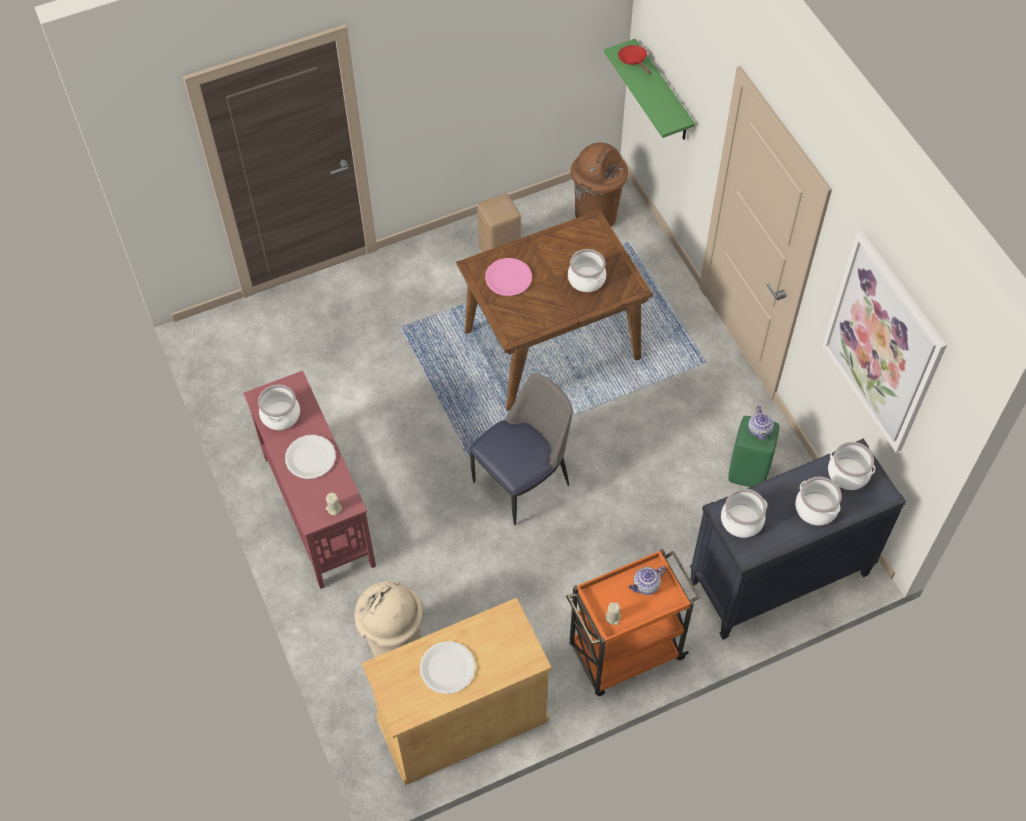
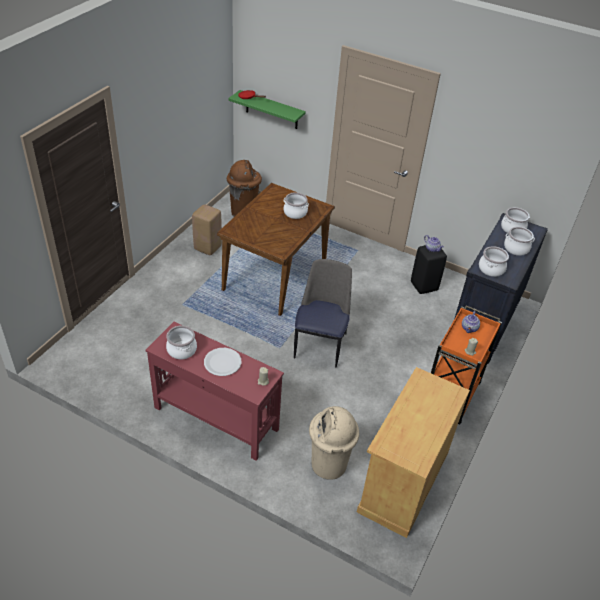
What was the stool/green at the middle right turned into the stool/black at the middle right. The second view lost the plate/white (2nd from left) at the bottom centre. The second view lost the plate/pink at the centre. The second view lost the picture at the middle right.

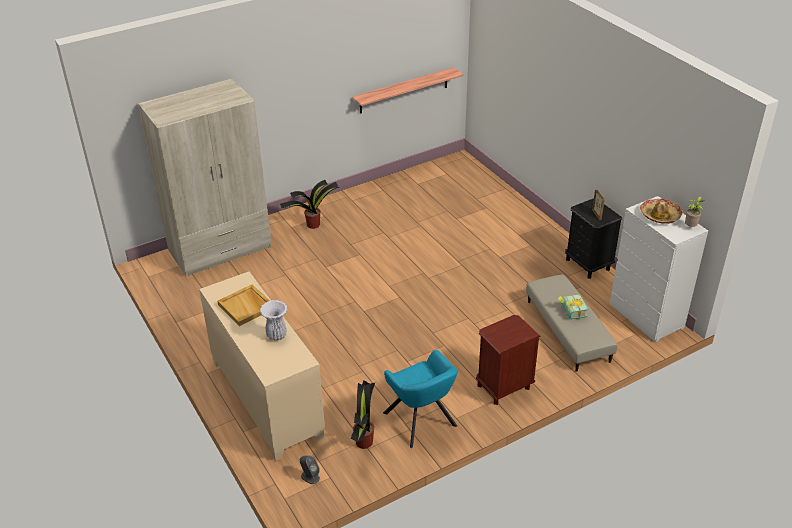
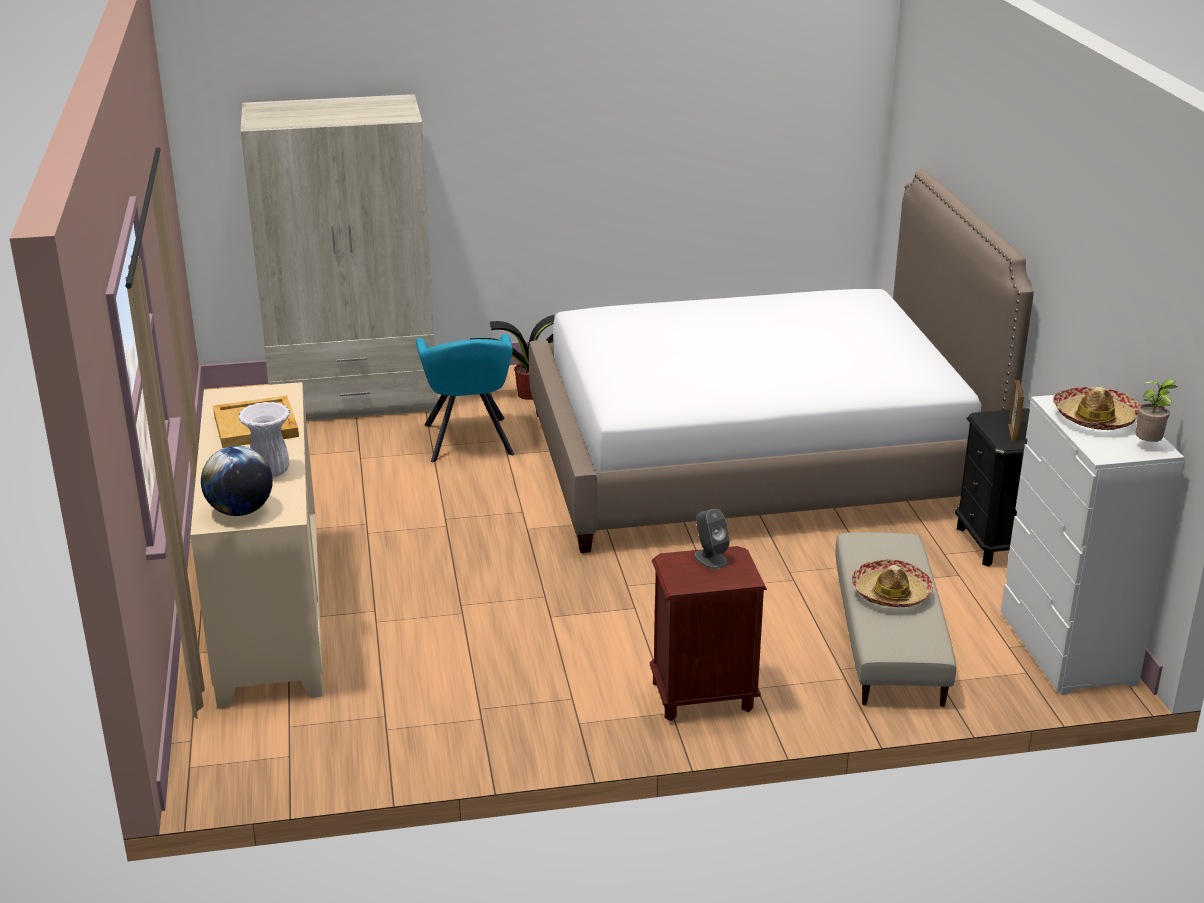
The second view gained the globe at the middle left. The armchair/turquoise ended up elsewhere, having gone from the bottom centre to the centre. The second view gained the bed at the centre. The speaker/grey ended up elsewhere, having gone from the bottom centre to the centre. Where the book stood at the middle right, the hat (1st from left) came to stand at the middle right. The second view lost the potted plant (2nd from left) at the bottom centre. The second view lost the shelf at the top centre.

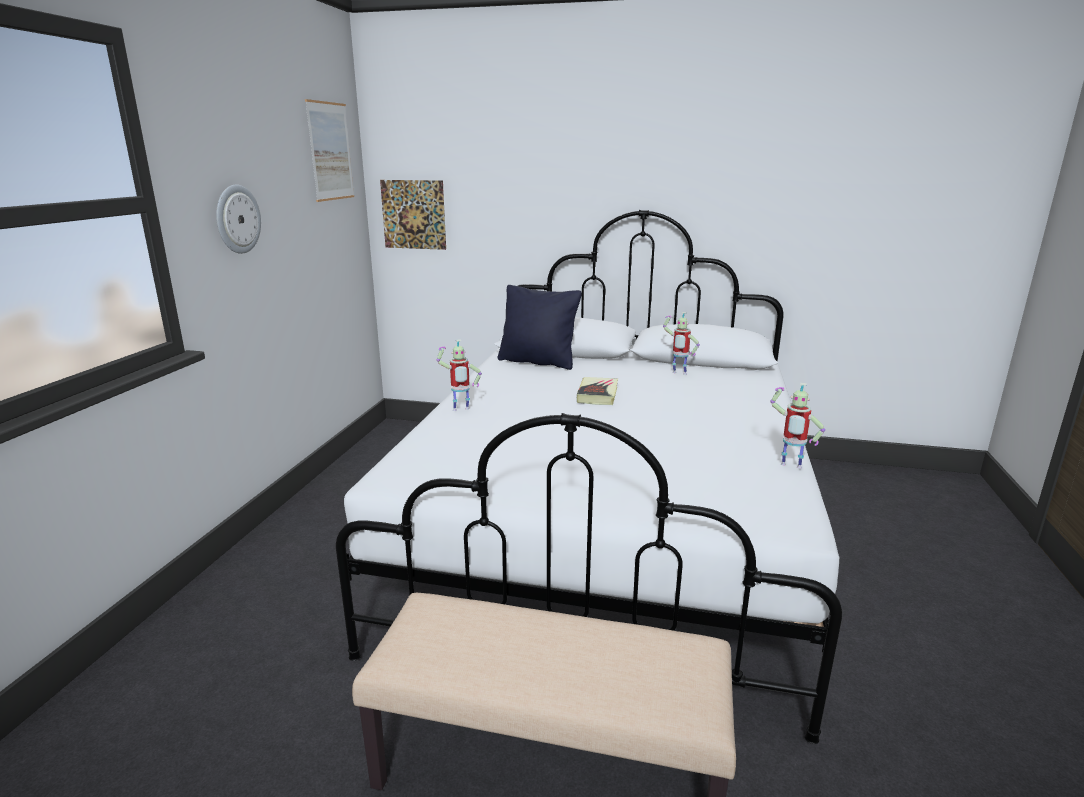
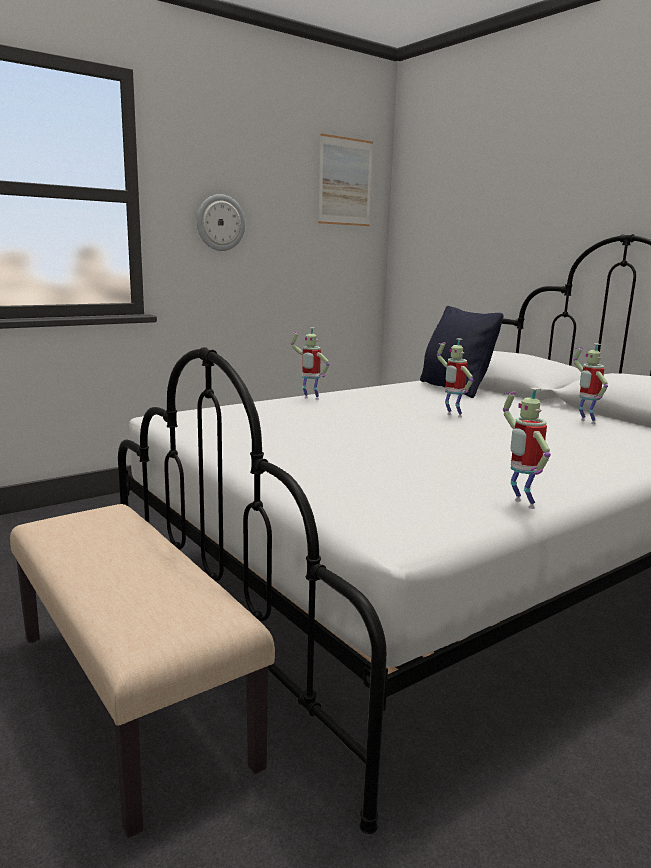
Where the book stood at the centre, the toy robot (2nd from left) came to stand at the middle right. The second view lost the picture (2nd from left) at the top centre.

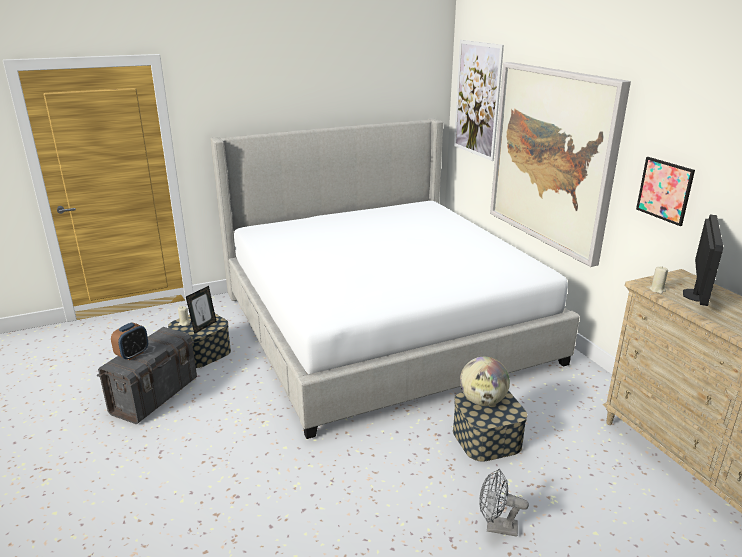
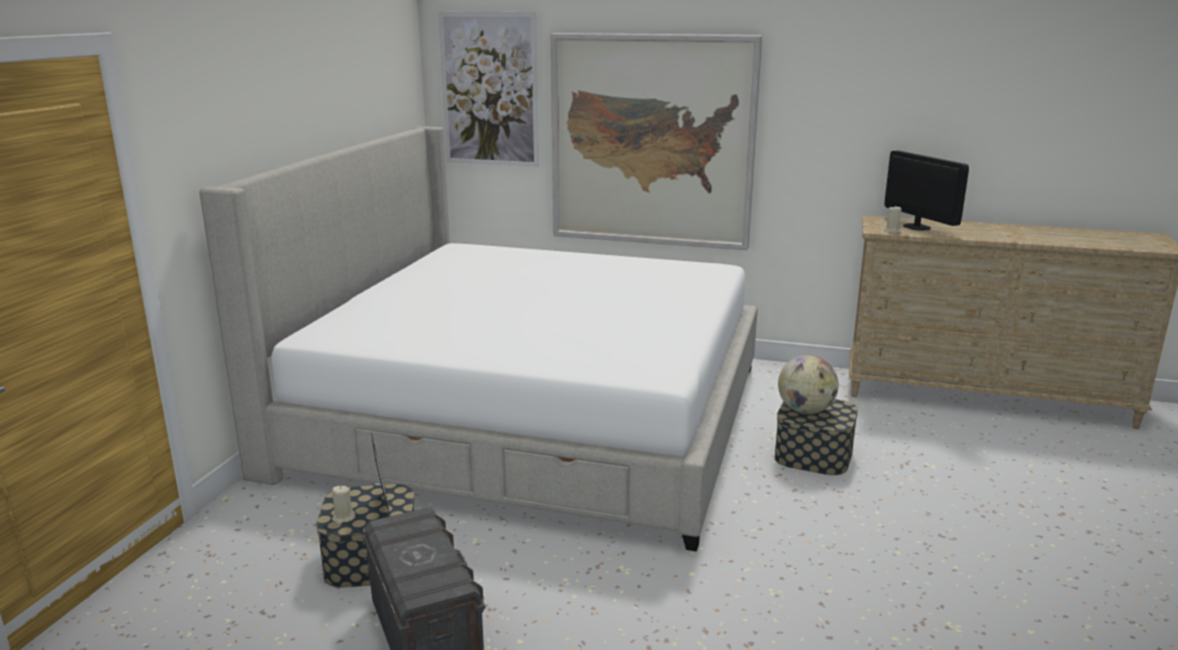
The second view lost the alarm clock at the middle left. The second view lost the fan/grey at the bottom right. The second view lost the picture (3rd from left) at the middle right.

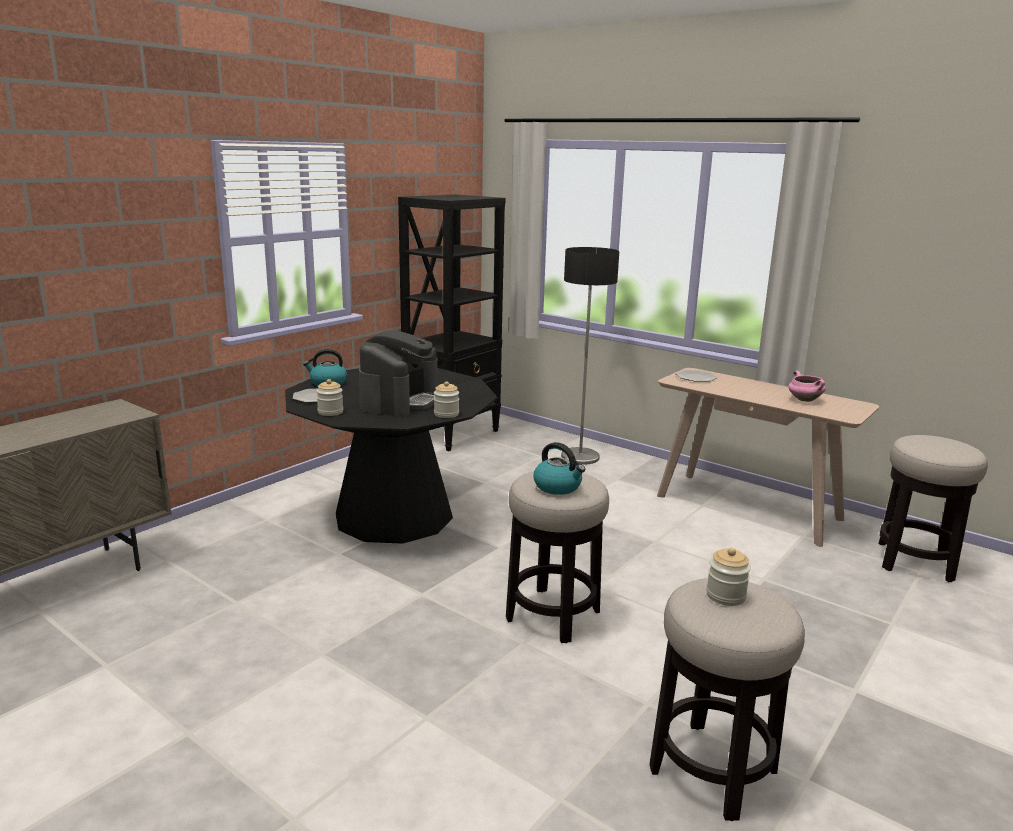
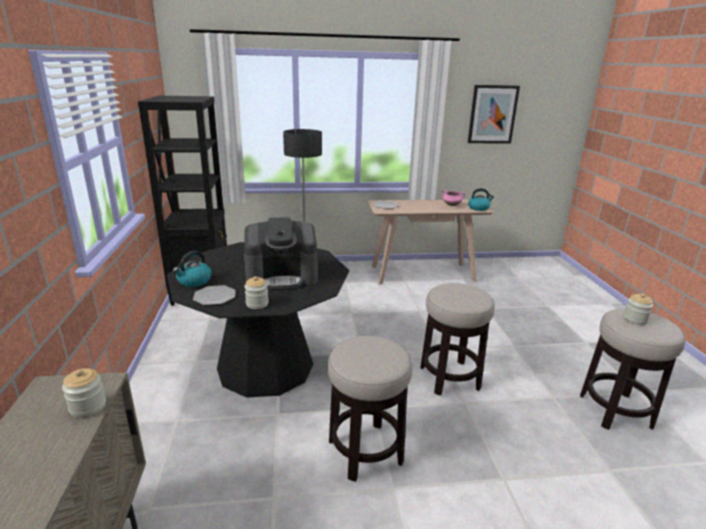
The jar (2nd from left in the first image) ended up elsewhere, having gone from the centre to the bottom left. The coffee machine at the centre ended up facing another way, 105 degrees clockwise from before. The stool (3rd from left in the first image) ended up elsewhere, having gone from the middle right to the bottom centre. The second view gained the picture at the top right. The kettle (2nd from left) ended up elsewhere, having gone from the centre to the middle right.

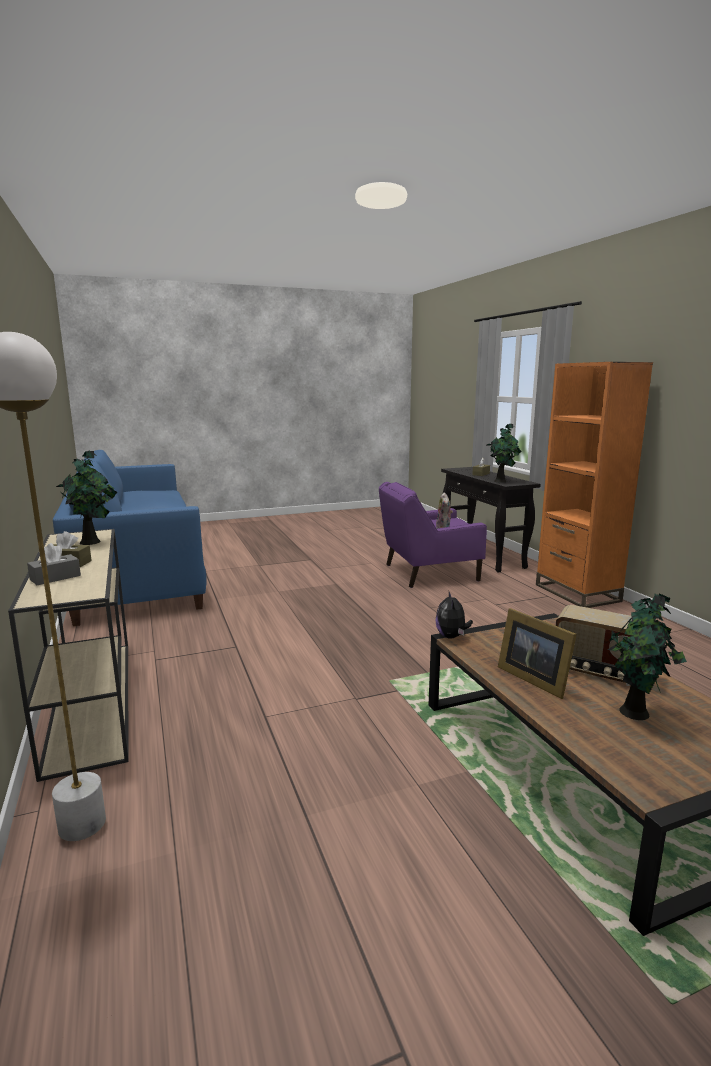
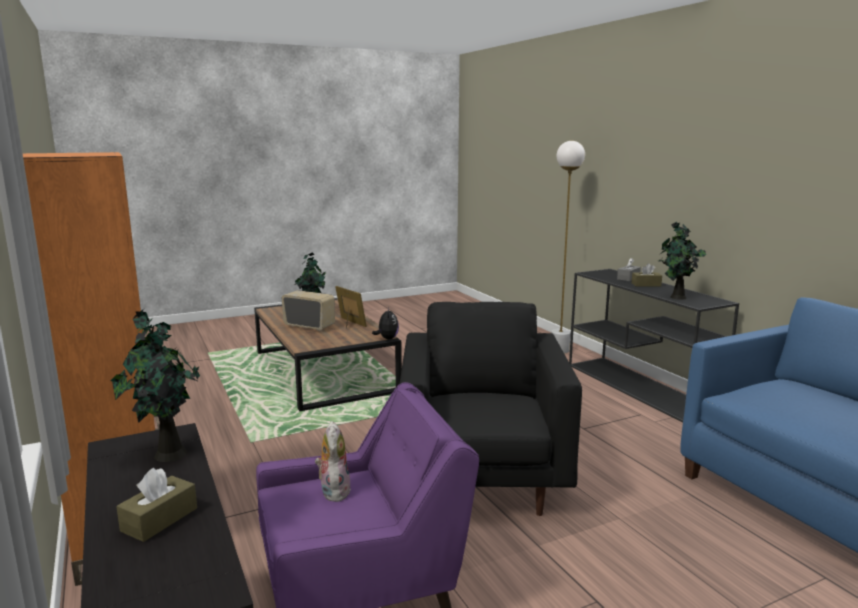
The second view gained the armchair/black at the bottom centre. What was the console table/beige at the middle left turned into the console table/black (2nd from left) at the middle right.

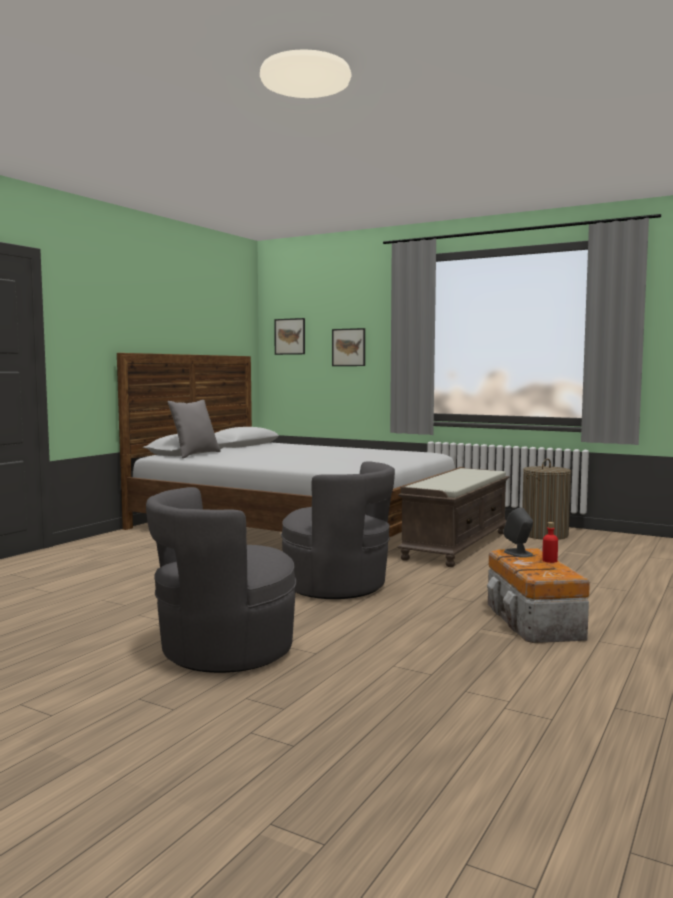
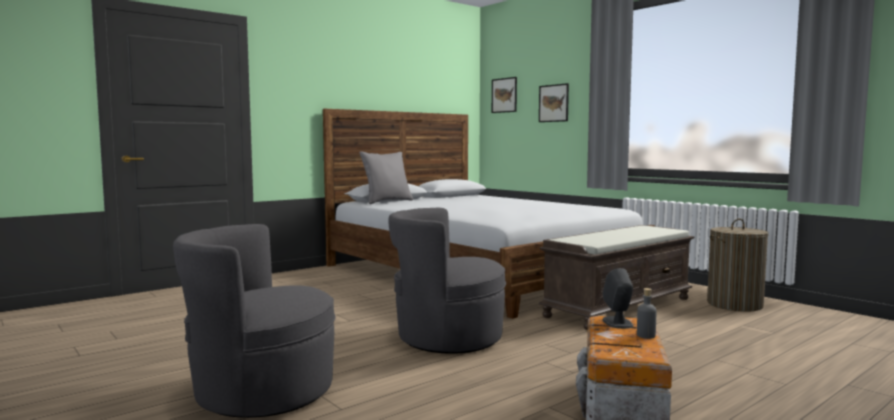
The armchair/grey (2nd from left) at the centre ended up facing another way, 135 degrees clockwise from before. What was the bottle/red at the middle right turned into the bottle/grey at the bottom right.

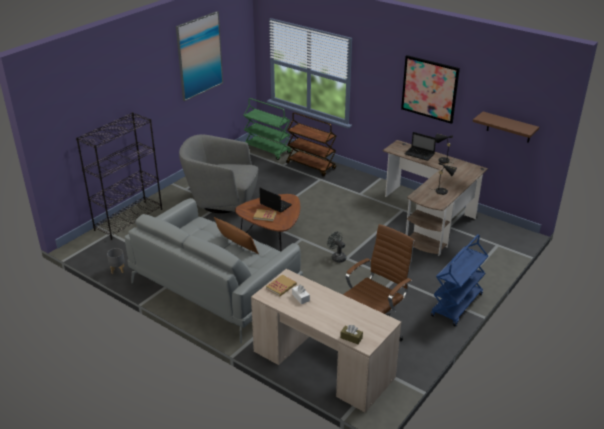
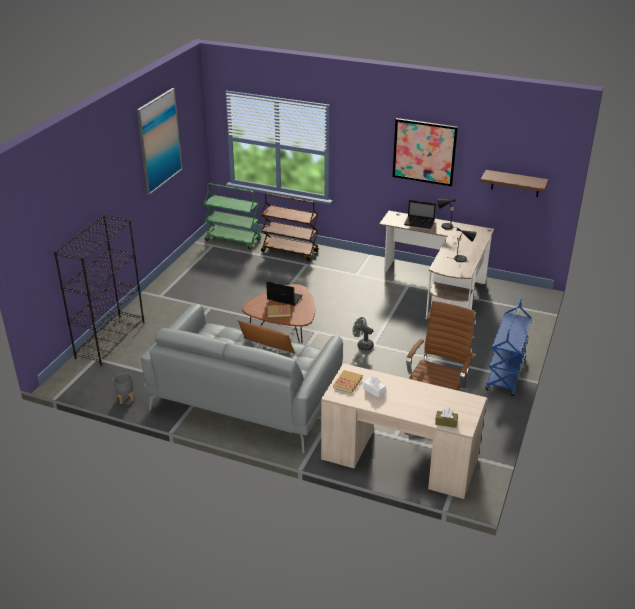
The second view lost the armchair/grey at the centre.

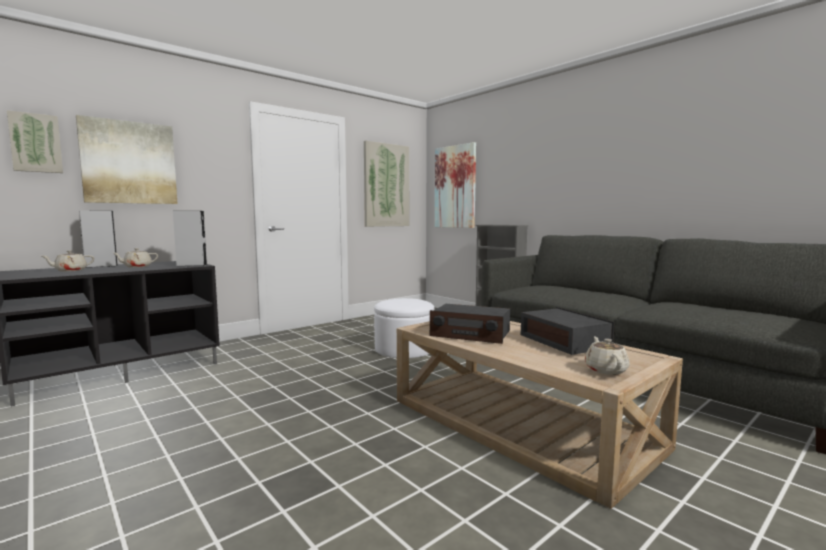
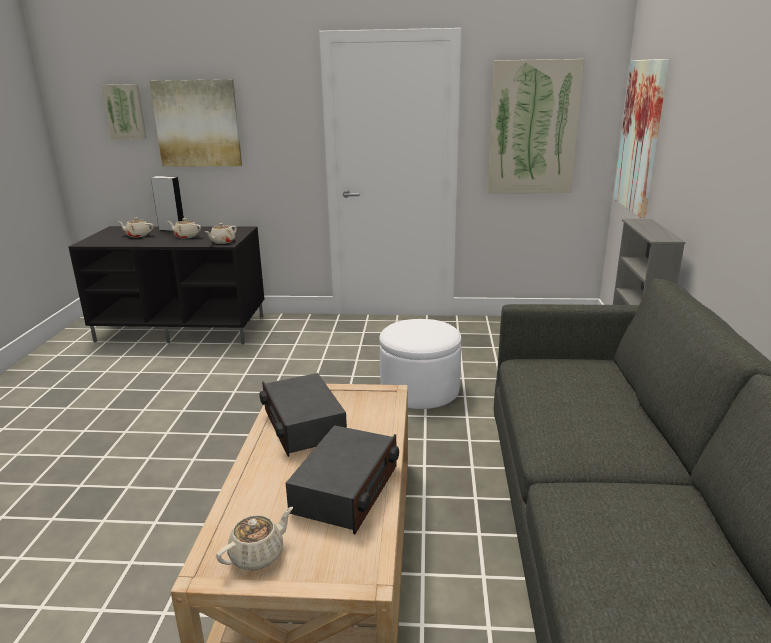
Where the speaker/grey (2nd from left) stood at the middle left, the teapot/beige (3rd from left) came to stand at the middle left.

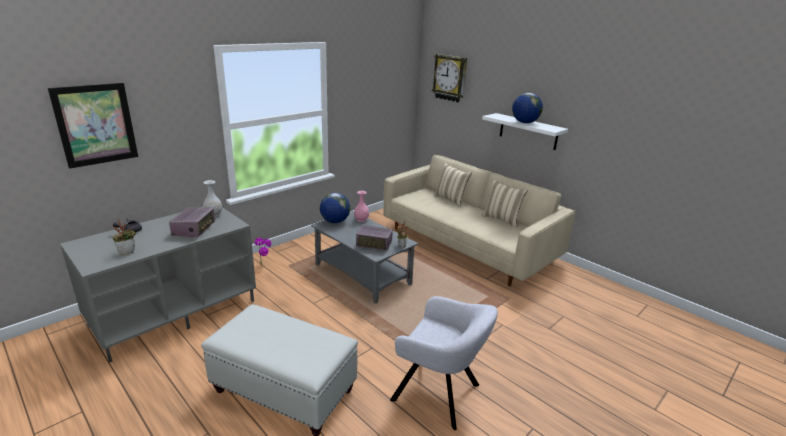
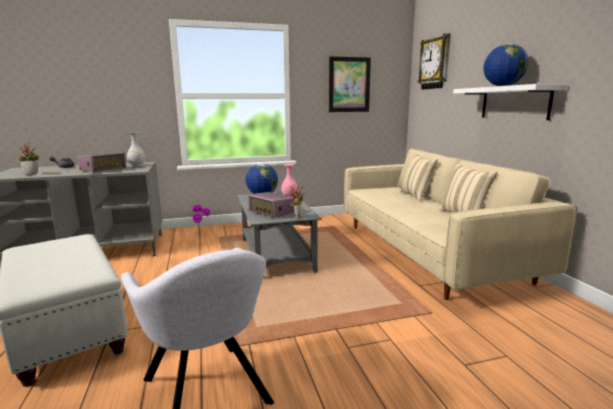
The picture ended up elsewhere, having gone from the top left to the top centre.

